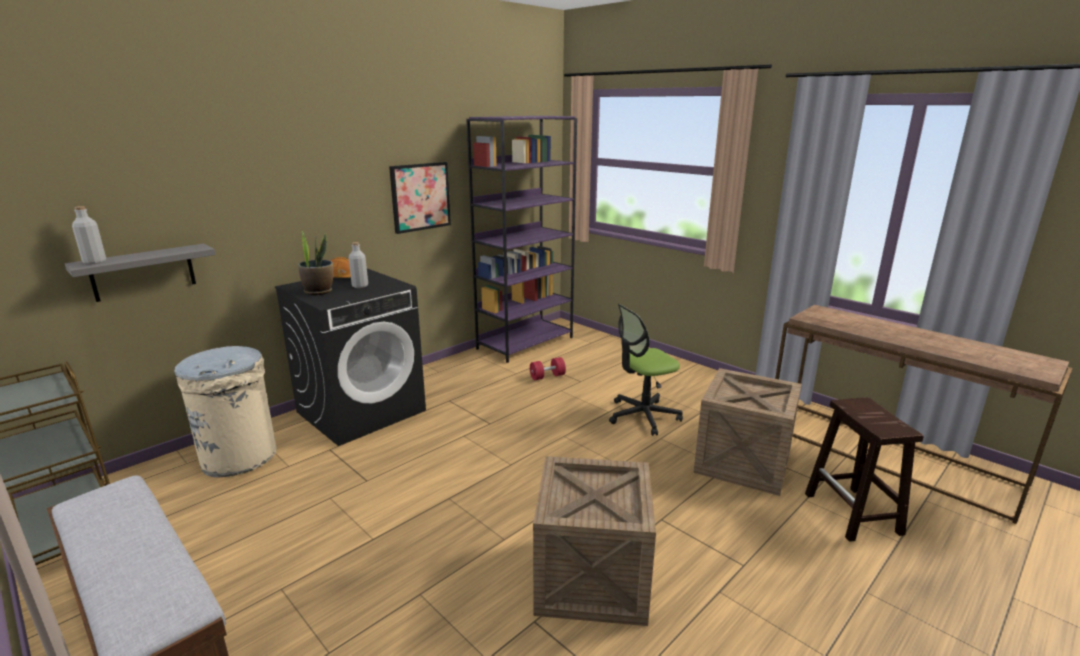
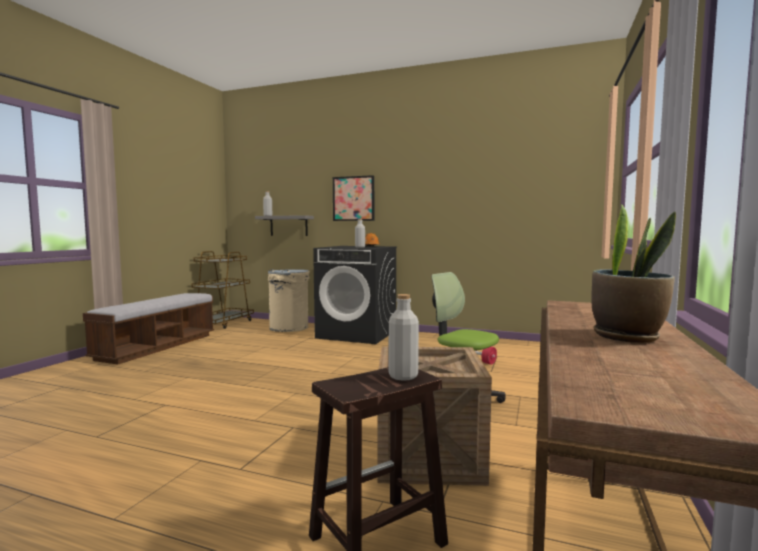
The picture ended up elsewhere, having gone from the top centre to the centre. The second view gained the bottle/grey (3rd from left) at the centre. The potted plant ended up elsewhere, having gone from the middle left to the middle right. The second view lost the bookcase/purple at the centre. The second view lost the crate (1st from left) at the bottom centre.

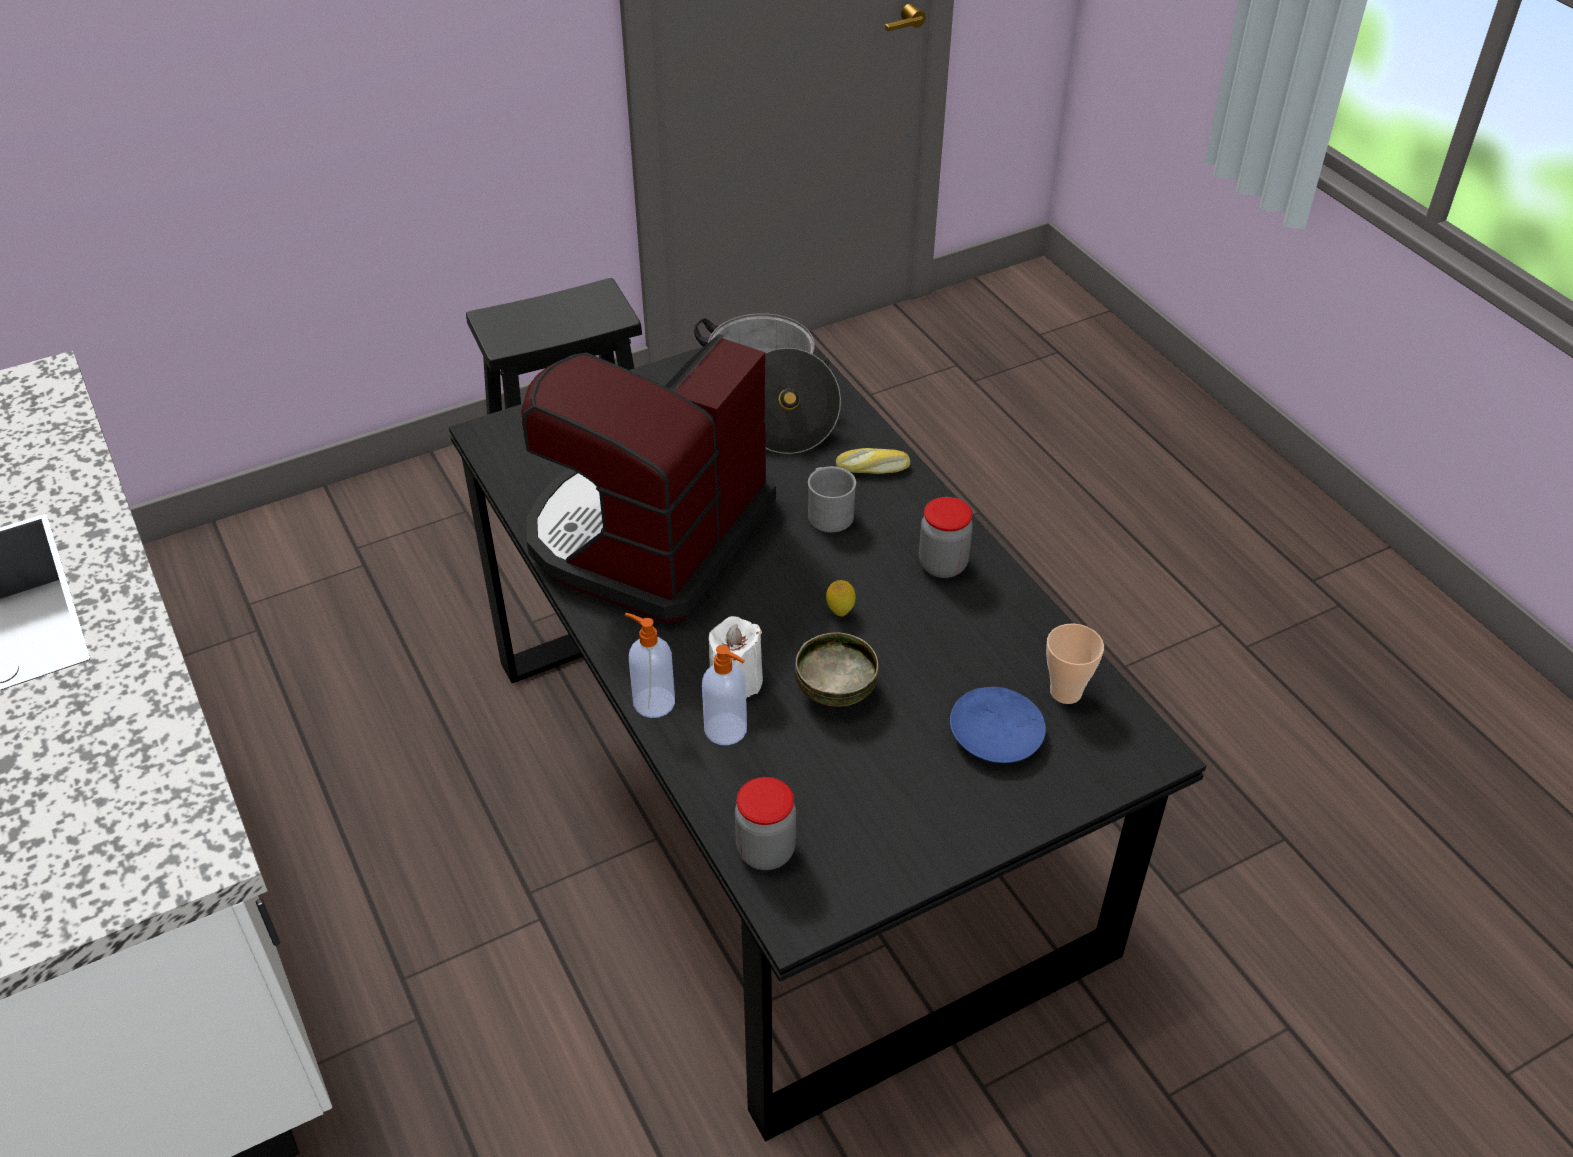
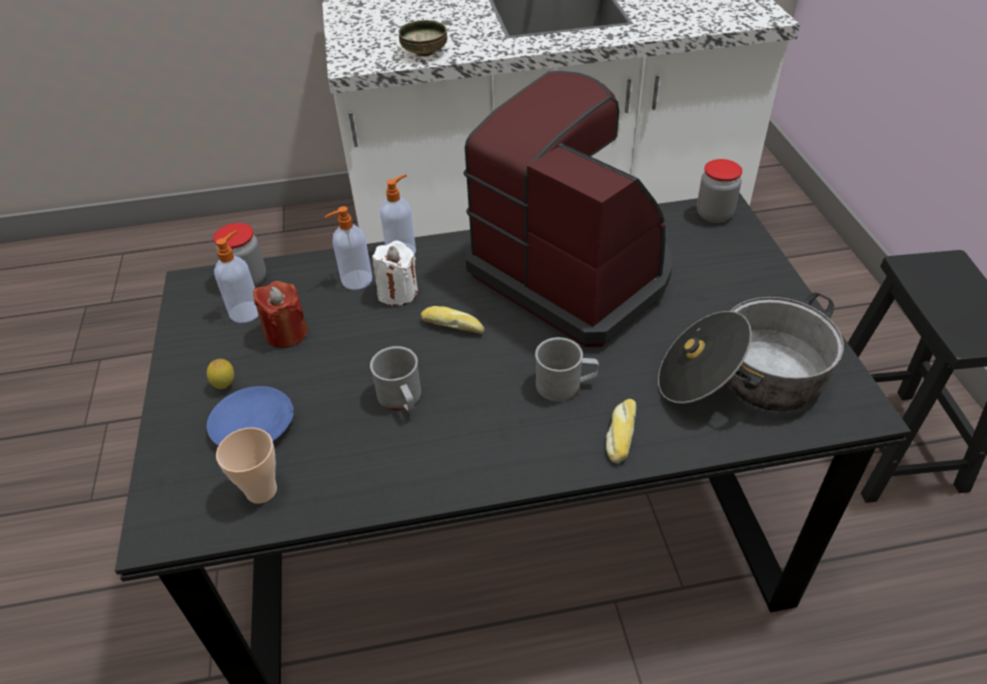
The lemon ended up elsewhere, having gone from the centre to the middle left. The second view gained the soap dispenser (1st from left) at the middle left. The second view gained the candle/red at the middle left. The second view gained the mug/grey (1st from left) at the centre. The bowl ended up elsewhere, having gone from the centre to the top centre. The second view gained the bread (1st from left) at the centre. The jar (2nd from left) ended up elsewhere, having gone from the centre to the top right.

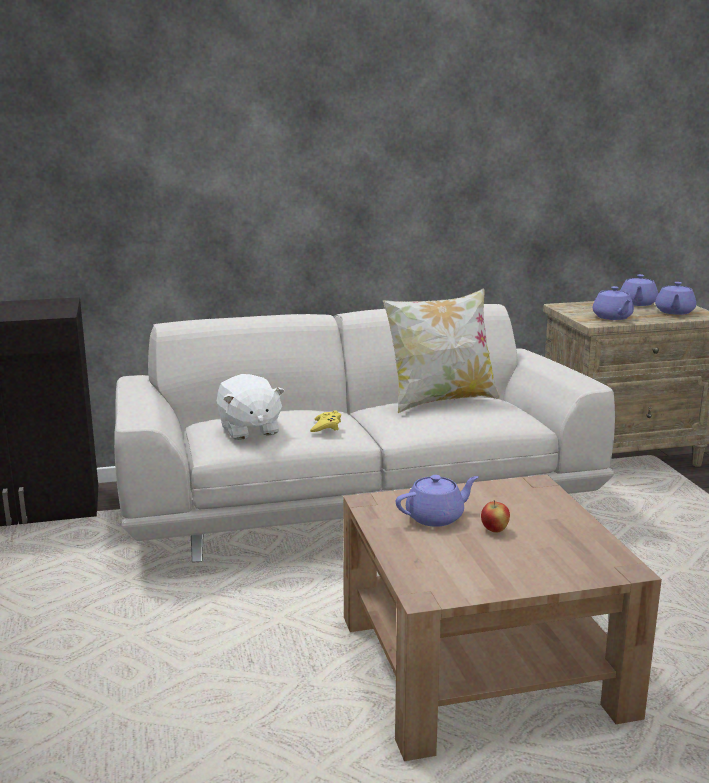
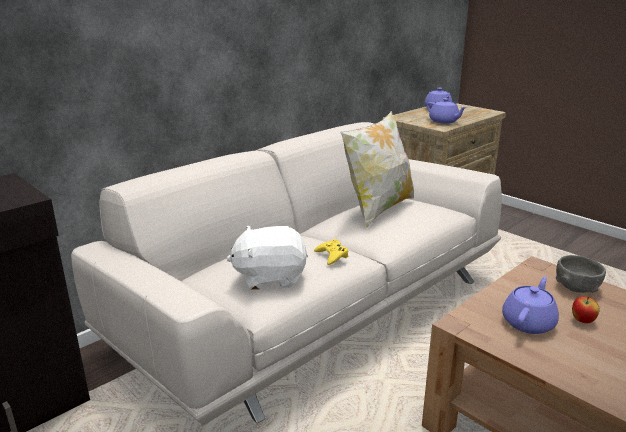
The plush toy/white at the centre ended up facing another way, 135 degrees clockwise from before. The second view gained the bowl/grey at the middle right. The second view lost the teapot/purple (4th from left) at the middle right.

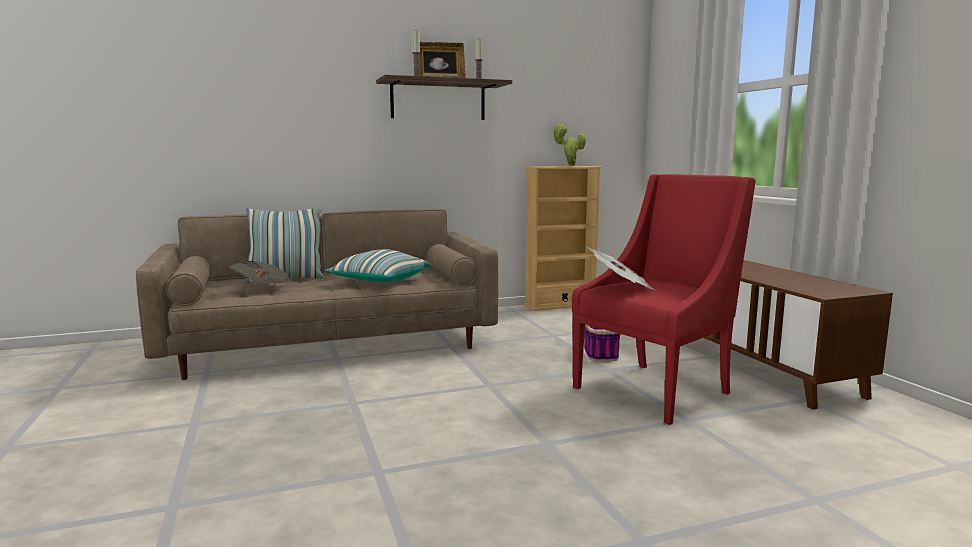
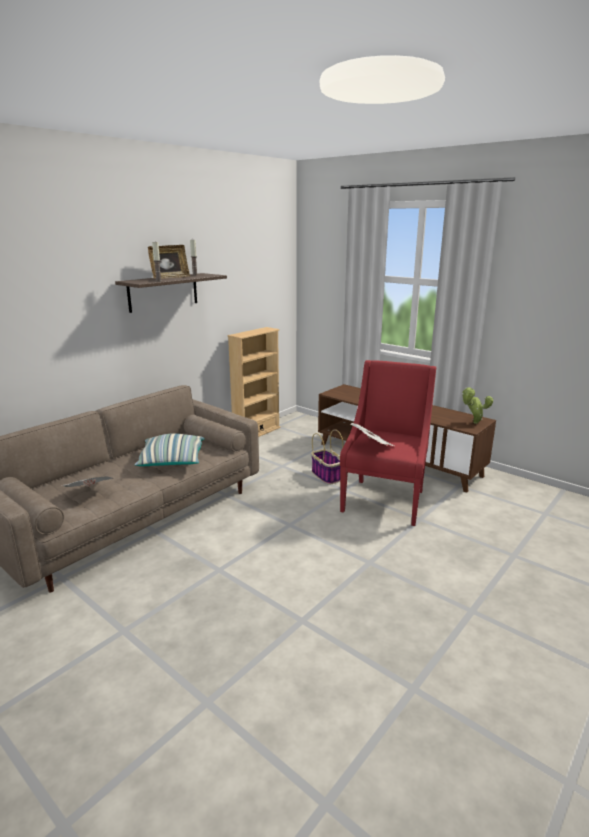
The potted plant ended up elsewhere, having gone from the top centre to the middle right. The second view lost the pillow (1st from left) at the middle left.

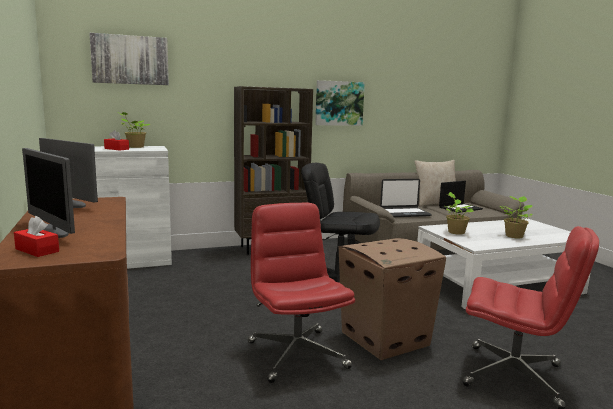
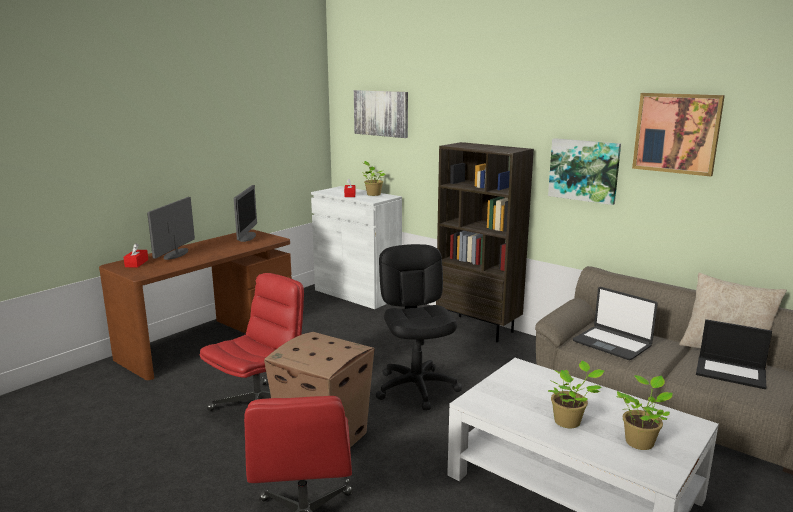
The potted plant (2nd from left in the first image) ended up elsewhere, having gone from the middle right to the bottom right. The second view gained the picture (3rd from left) at the top right.

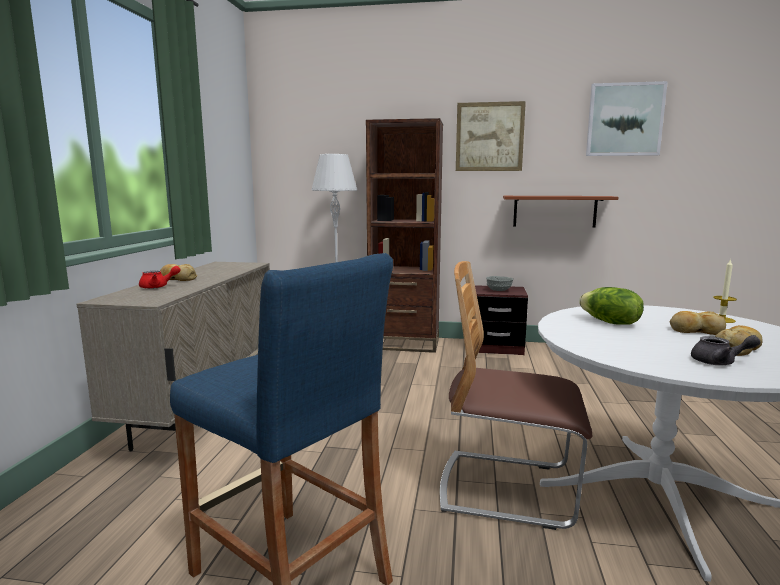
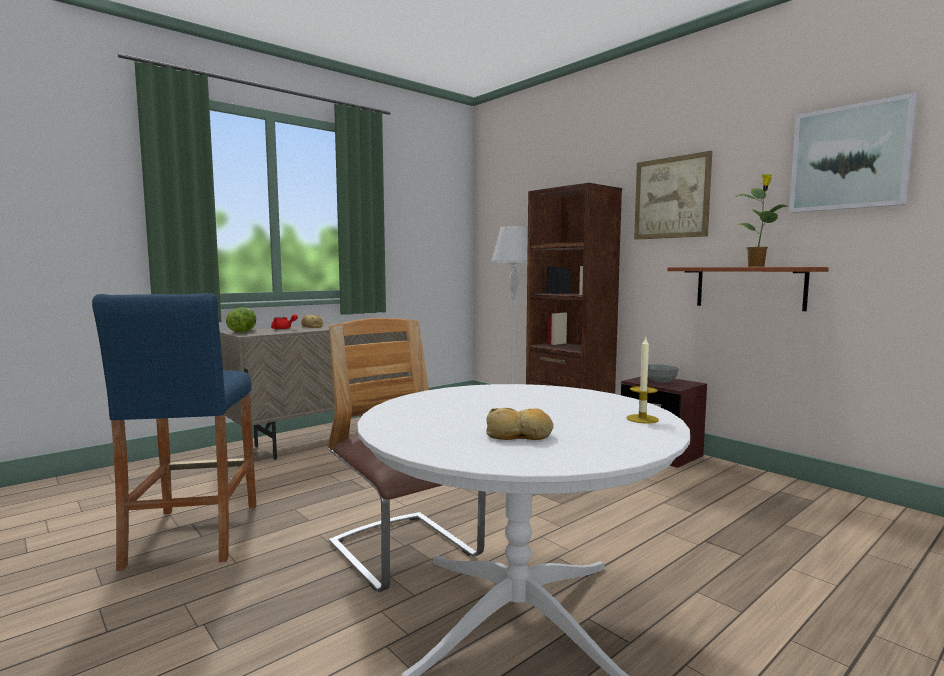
The lettuce ended up elsewhere, having gone from the middle right to the middle left. The second view gained the potted plant at the top right. The second view lost the bread (2nd from left) at the middle right. The second view lost the teapot/grey at the middle right.

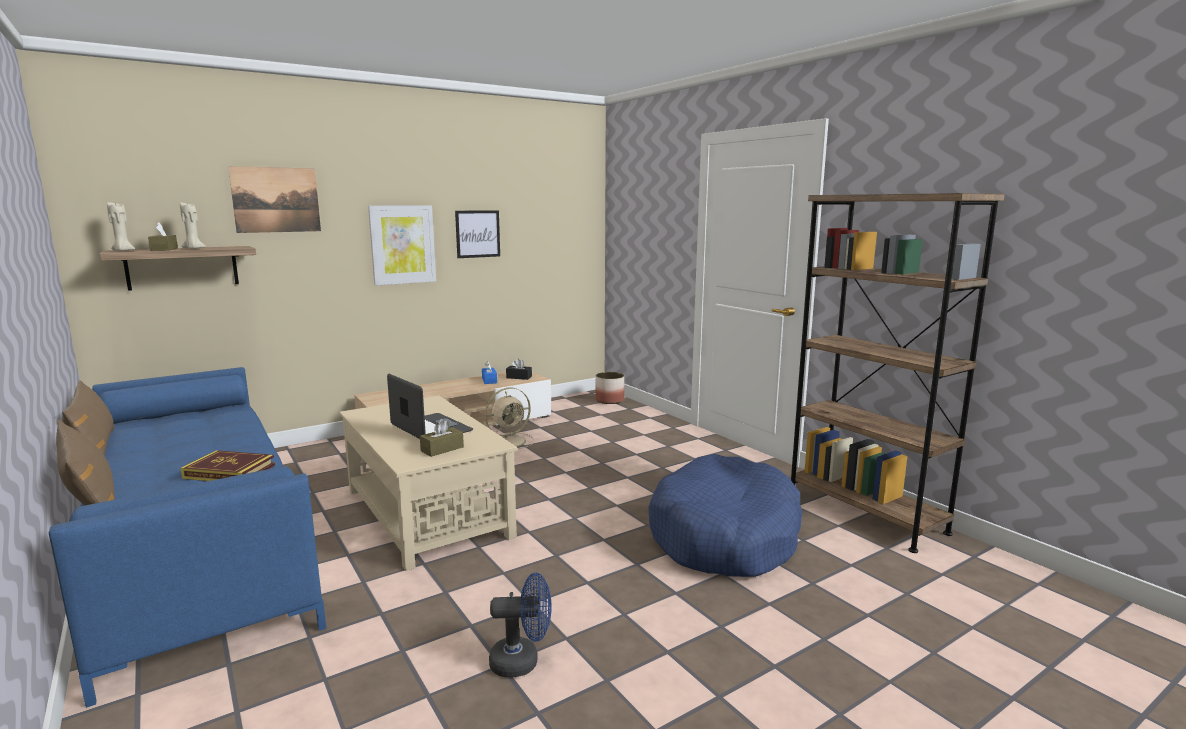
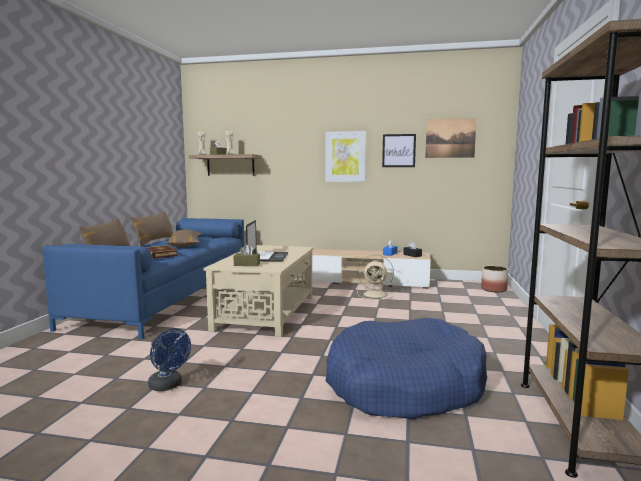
The second view gained the pillow/brown (3rd from left) at the middle left. The picture (1st from left in the first image) ended up elsewhere, having gone from the top left to the top right.

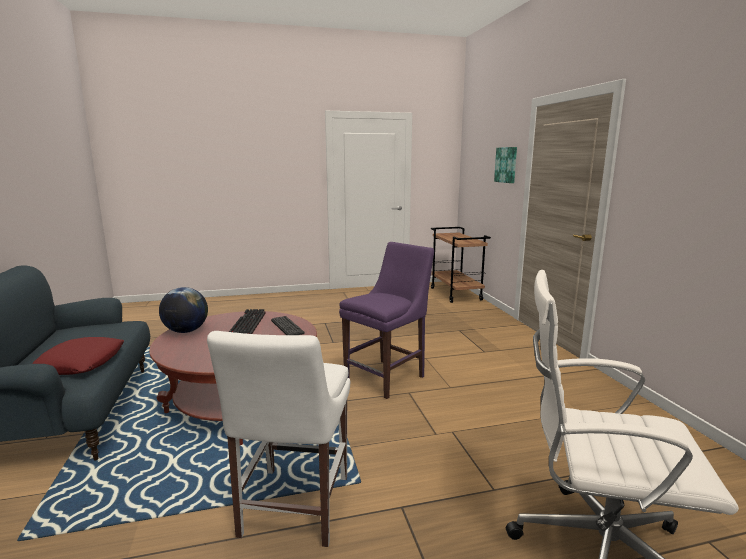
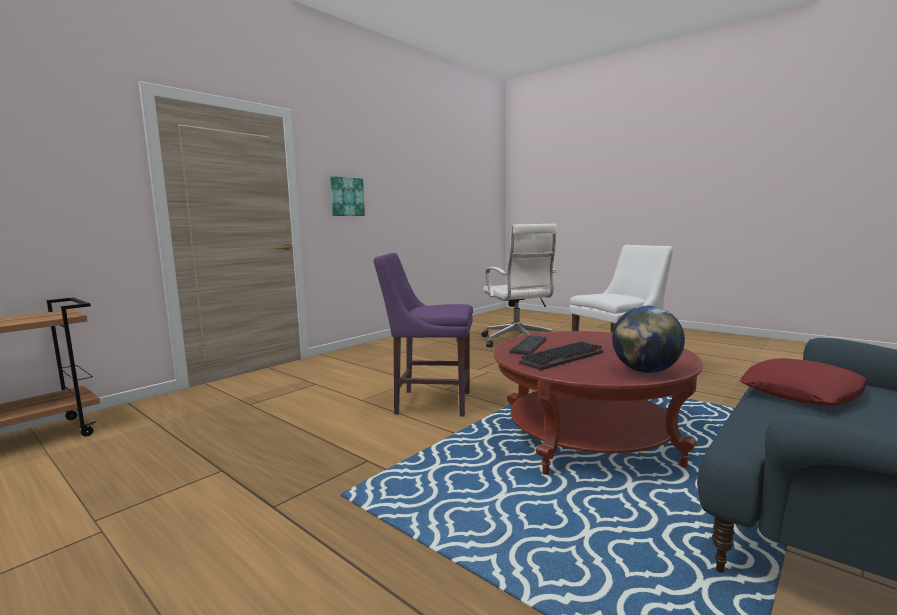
The picture ended up elsewhere, having gone from the top right to the top centre.

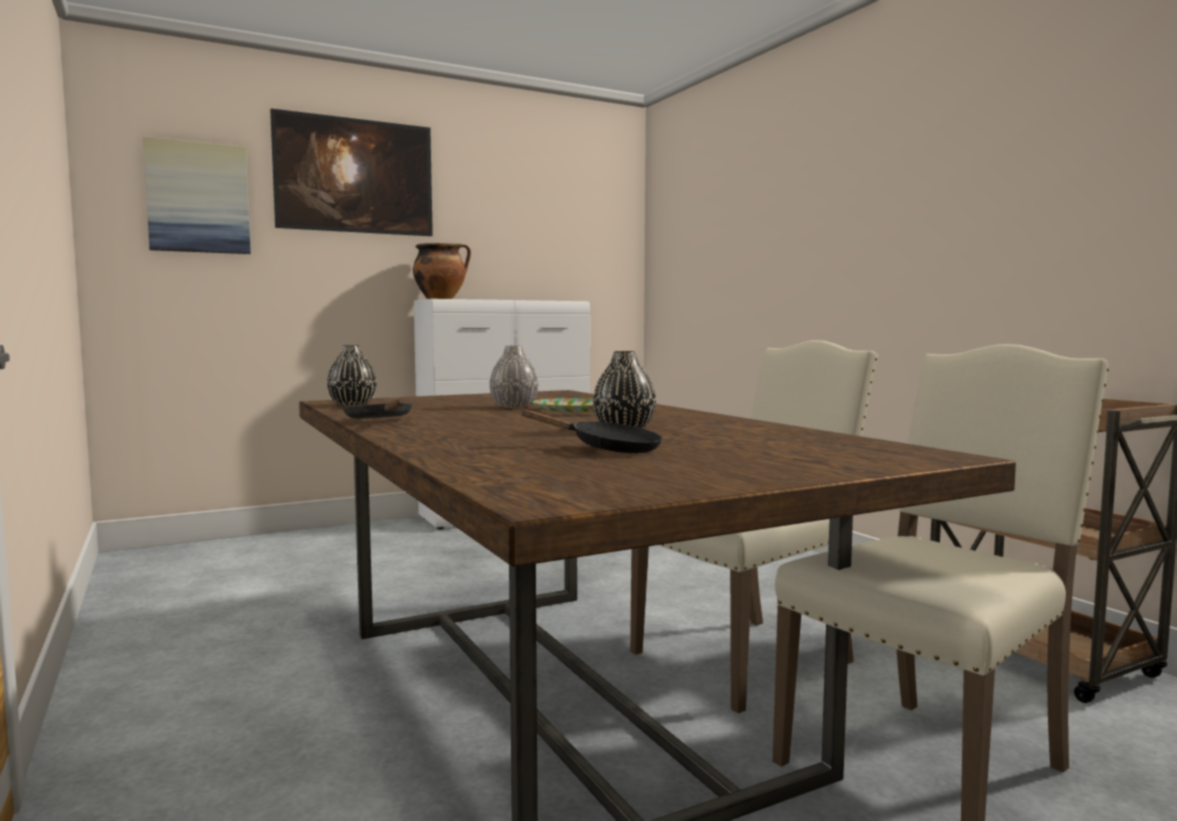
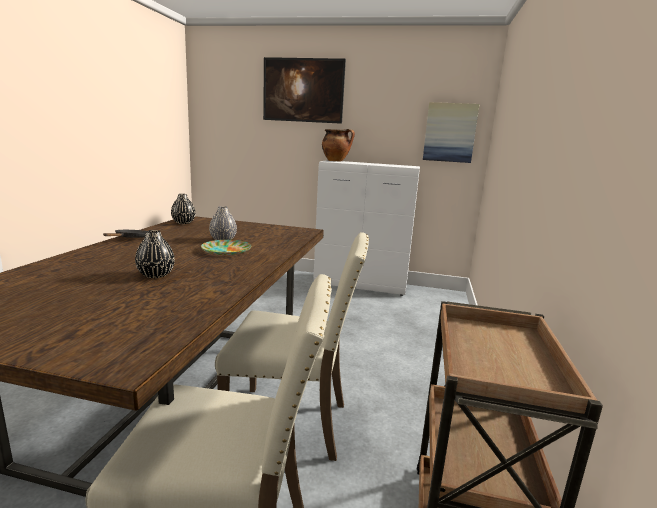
The picture (1st from left in the first image) ended up elsewhere, having gone from the top left to the top right. The second view lost the frying pan/black (2nd from left) at the centre.

